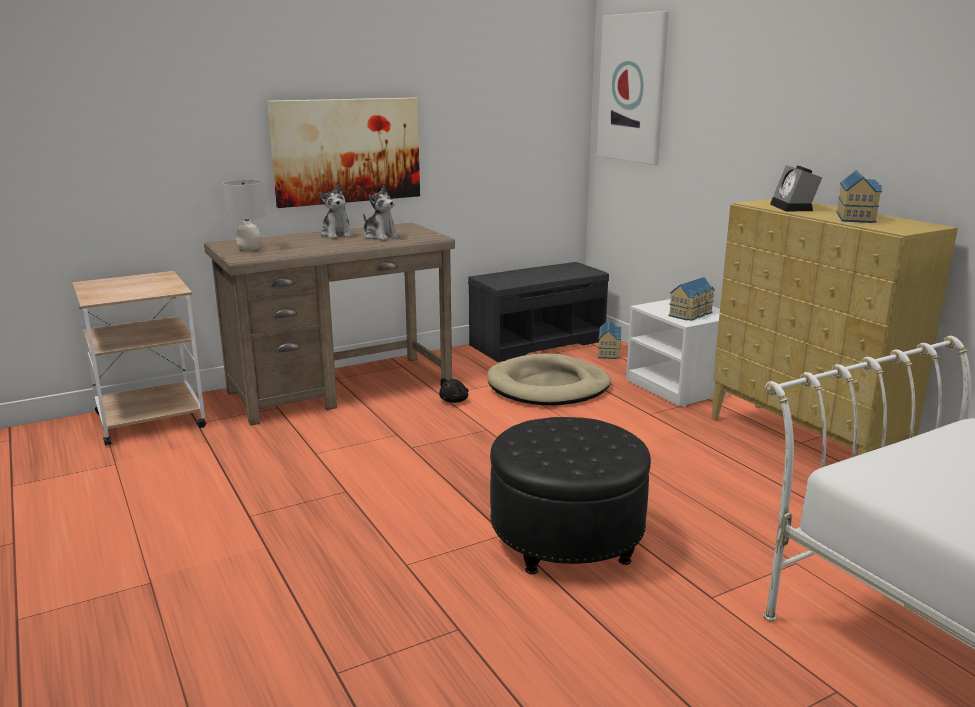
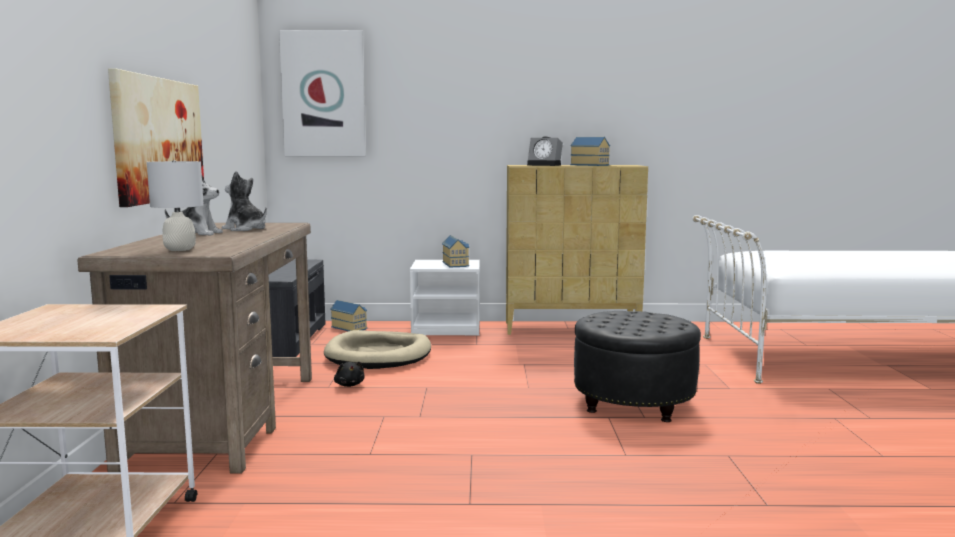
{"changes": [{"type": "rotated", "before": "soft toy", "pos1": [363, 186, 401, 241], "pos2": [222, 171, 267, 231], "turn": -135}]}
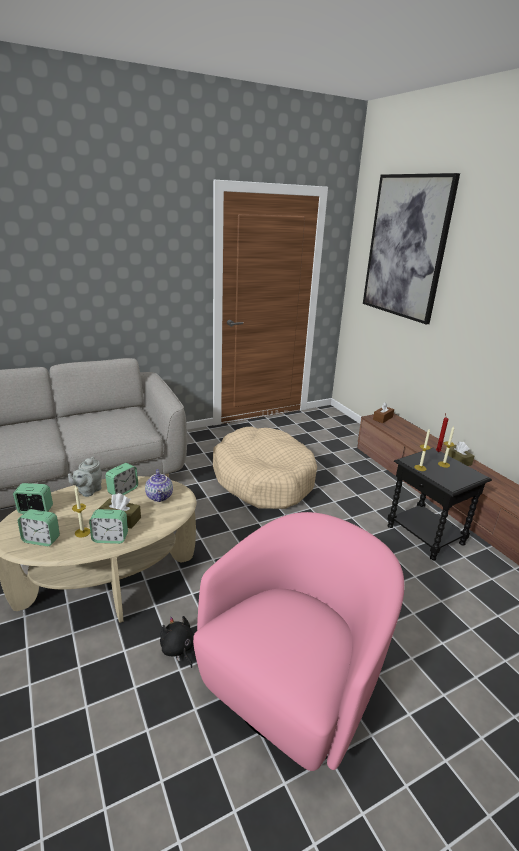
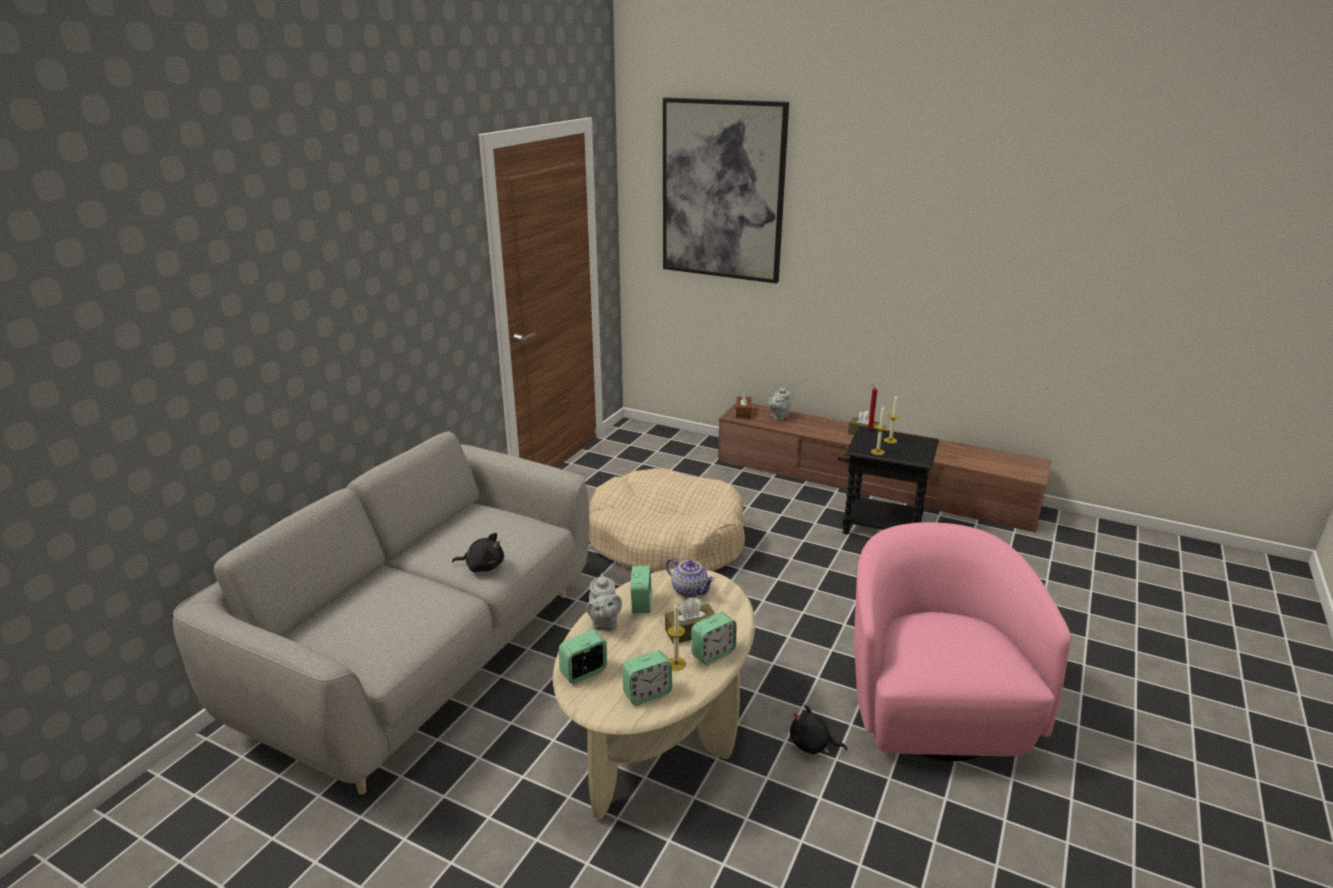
{"changes": [{"type": "new", "after": "tea pot (grey)", "pos2": [768, 387, 791, 421]}, {"type": "new", "after": "soft toy (black-coloured)", "pos2": [452, 533, 504, 572]}]}
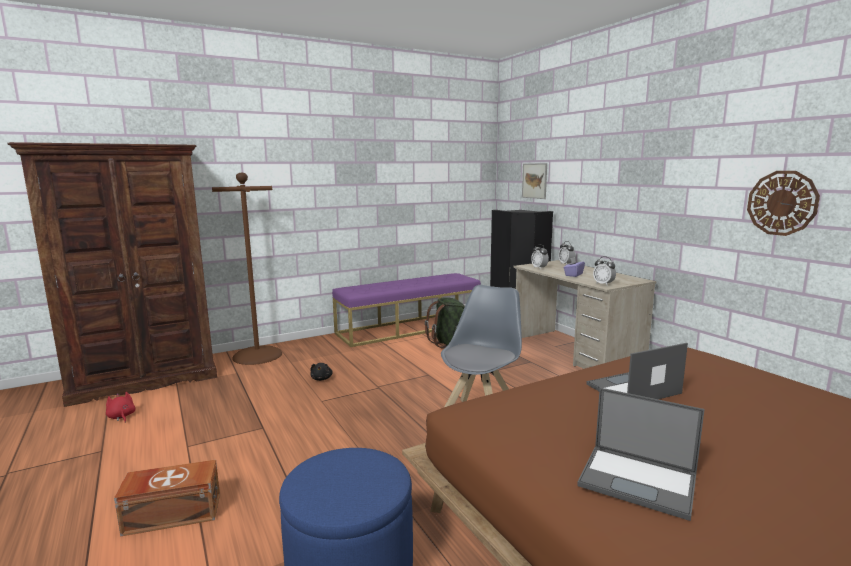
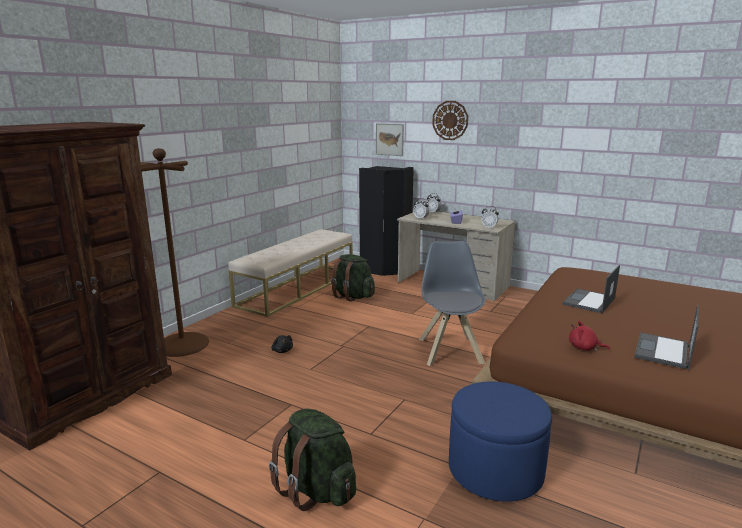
{"changes": [{"type": "shifted", "before": "wall clock", "pos1": [747, 171, 820, 236], "pos2": [432, 101, 468, 140]}, {"type": "repainted", "before": "bench (purple)", "after": "bench (sand-coloured)", "pos1": [332, 273, 481, 347], "pos2": [228, 229, 353, 317]}, {"type": "rotated", "before": "laptop", "pos1": [577, 388, 705, 521], "pos2": [634, 305, 699, 370], "turn": 120}, {"type": "shifted", "before": "soft toy (red-coloured)", "pos1": [106, 392, 136, 423], "pos2": [569, 321, 610, 351]}, {"type": "swapped", "before": "storage box (brownish)", "after": "knapsack (green)", "pos1": [114, 460, 220, 537], "pos2": [269, 409, 356, 511]}]}
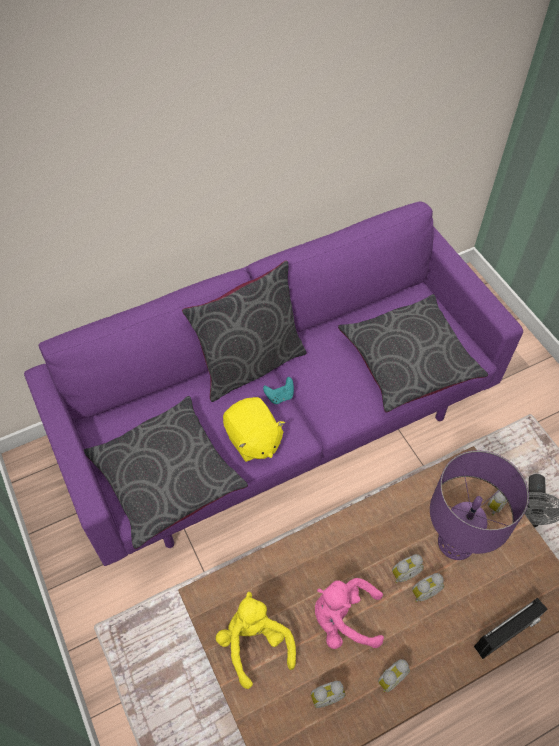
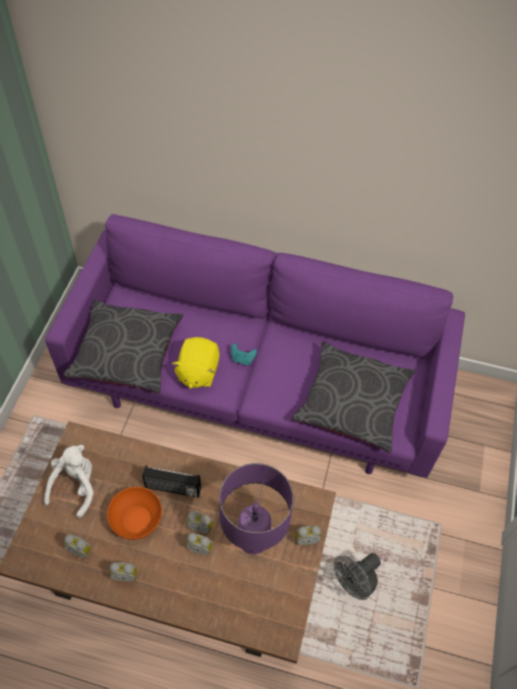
{"changes": [{"type": "gone", "before": "pillow (grey)", "pos1": [182, 260, 306, 402]}, {"type": "swapped", "before": "soft toy (pinkish)", "after": "deep dish (orange-coloured)", "pos1": [315, 578, 384, 649], "pos2": [107, 487, 162, 540]}, {"type": "repainted", "before": "soft toy (yellow)", "after": "soft toy (whitish)", "pos1": [216, 592, 296, 689], "pos2": [44, 445, 94, 518]}, {"type": "shifted", "before": "radio receiver", "pos1": [474, 598, 548, 659], "pos2": [142, 465, 201, 498]}]}
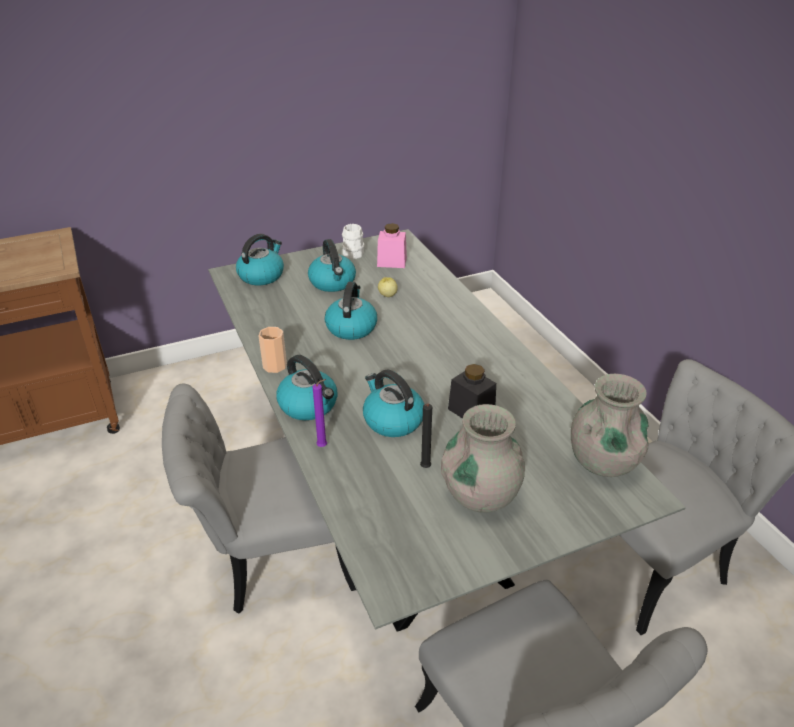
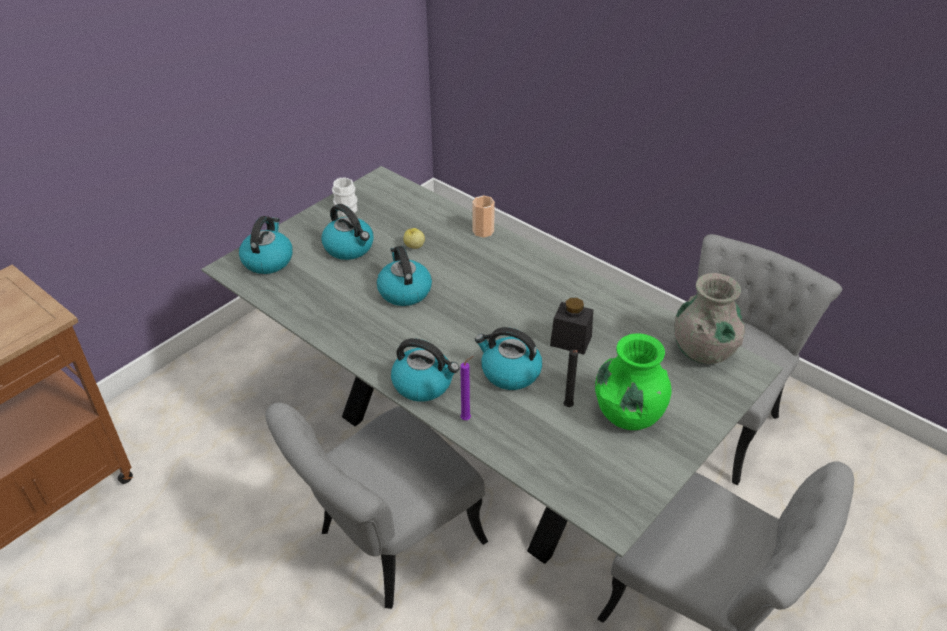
{"changes": [{"type": "gone", "before": "storage jar (pinkish)", "pos1": [377, 223, 407, 268]}, {"type": "shifted", "before": "small cup", "pos1": [258, 327, 287, 373], "pos2": [472, 196, 495, 238]}, {"type": "repainted", "before": "decorative vase (grey)", "after": "decorative vase (green)", "pos1": [441, 404, 525, 513], "pos2": [595, 333, 671, 430]}]}
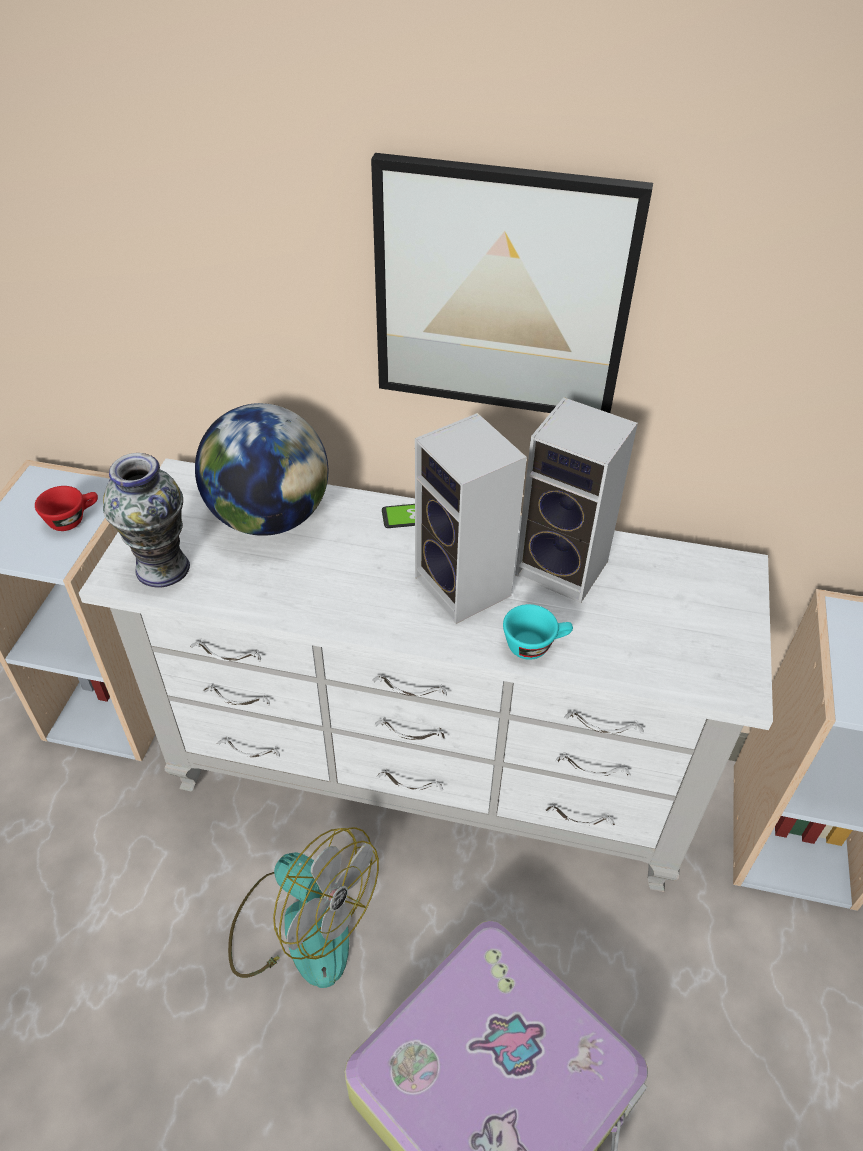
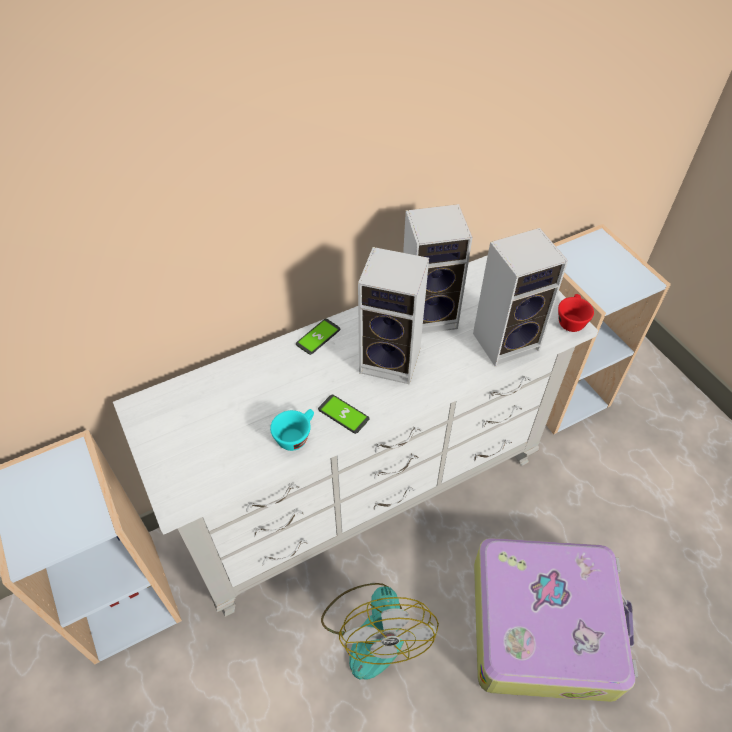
{"changes": [{"type": "gone", "before": "picture", "pos1": [371, 153, 653, 413]}, {"type": "gone", "before": "desk globe", "pos1": [195, 403, 328, 536]}, {"type": "gone", "before": "decorative vase", "pos1": [103, 453, 190, 588]}, {"type": "shifted", "before": "small cup (red-coloured)", "pos1": [35, 486, 98, 531], "pos2": [558, 294, 594, 332]}, {"type": "shifted", "before": "small cup (blue-green)", "pos1": [503, 604, 573, 660], "pos2": [270, 409, 314, 451]}, {"type": "rotated", "before": "electric fan", "pos1": [228, 827, 379, 988], "pos2": [321, 583, 439, 680], "turn": 90}, {"type": "new", "after": "speaker", "pos2": [473, 228, 568, 367]}, {"type": "new", "after": "phone", "pos2": [318, 395, 369, 434]}]}
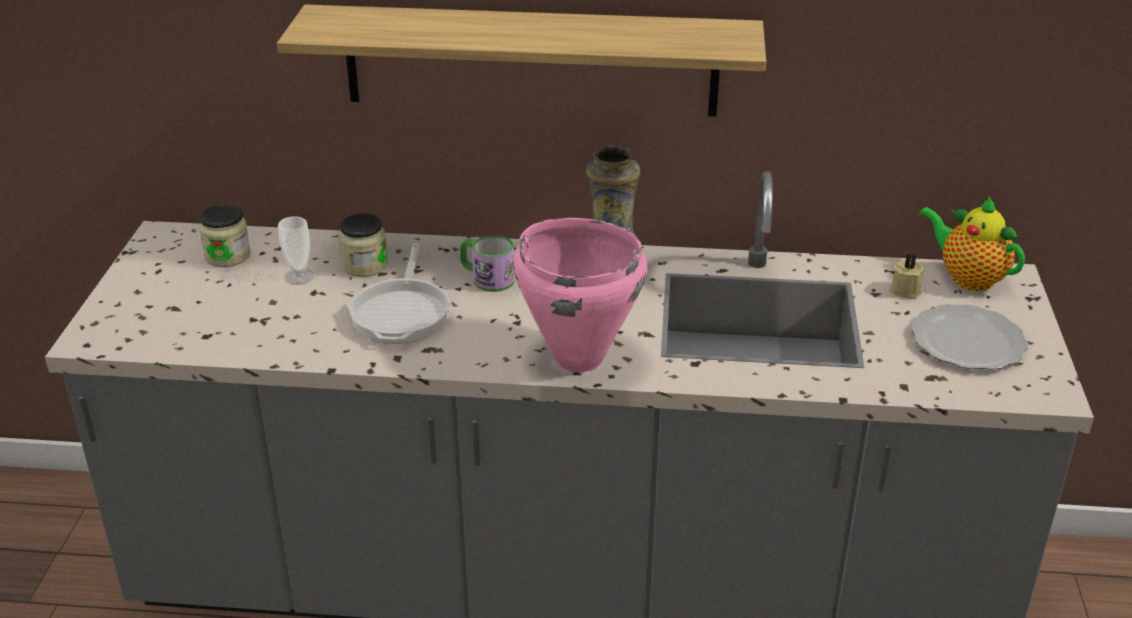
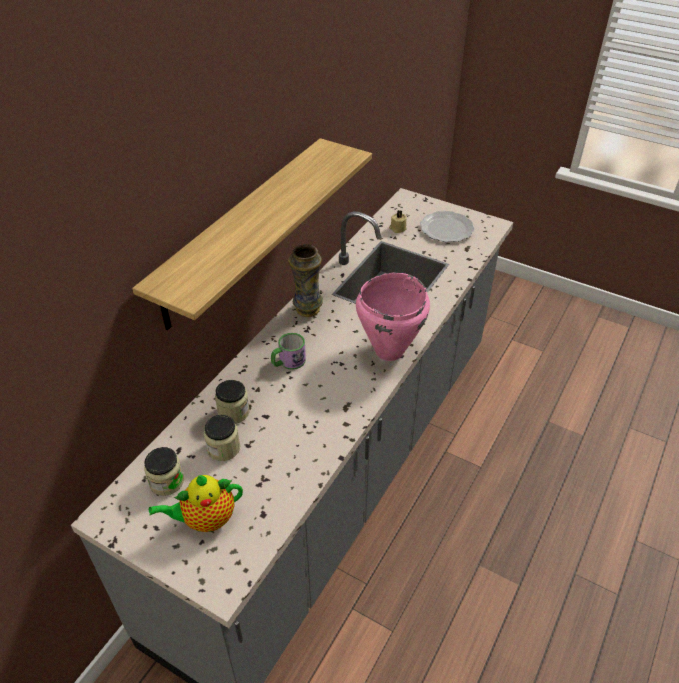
{"changes": [{"type": "shifted", "before": "tea pot", "pos1": [919, 196, 1025, 291], "pos2": [149, 475, 243, 532]}, {"type": "swapped", "before": "small cup", "after": "storage jar", "pos1": [278, 216, 315, 285], "pos2": [204, 415, 240, 461]}, {"type": "gone", "before": "pan", "pos1": [347, 244, 453, 344]}]}
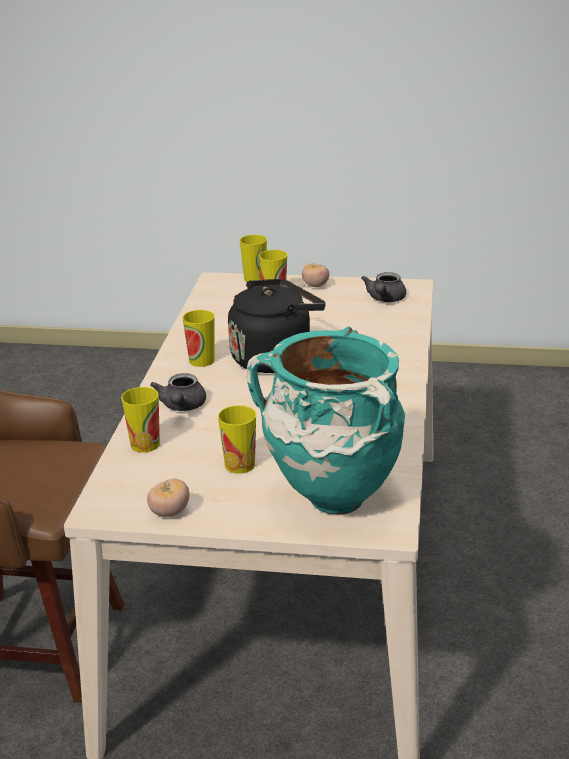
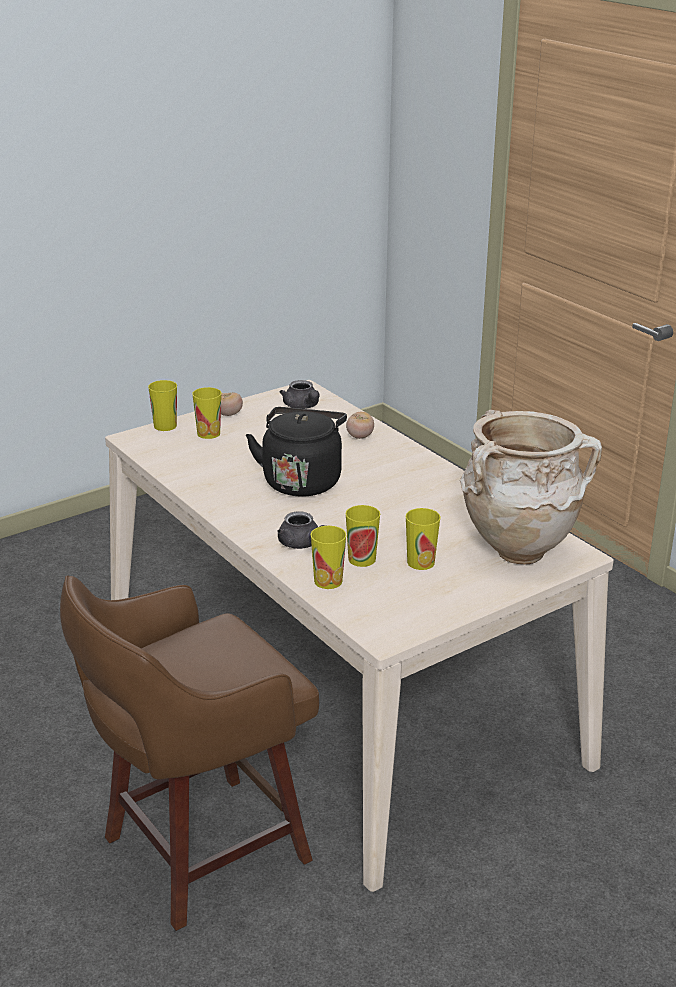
{"changes": [{"type": "shifted", "before": "small cup", "pos1": [182, 310, 215, 367], "pos2": [345, 505, 380, 567]}, {"type": "repainted", "before": "decorative vase (blue-green)", "after": "decorative vase (sand-coloured)", "pos1": [246, 327, 405, 514], "pos2": [460, 409, 602, 564]}, {"type": "shifted", "before": "tomato", "pos1": [147, 479, 189, 517], "pos2": [346, 412, 374, 439]}]}
